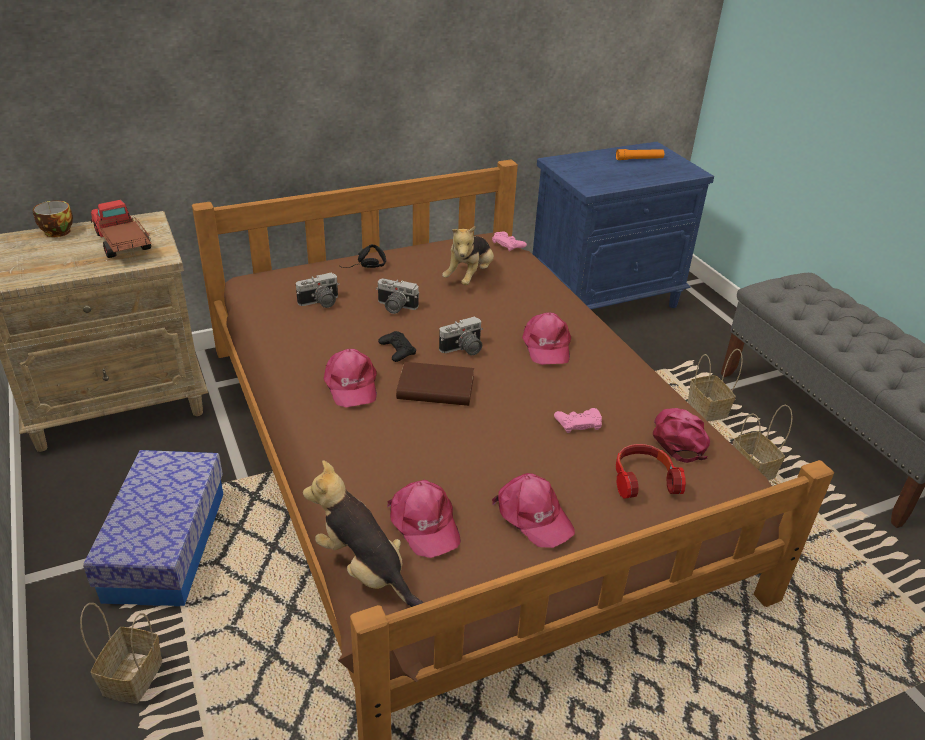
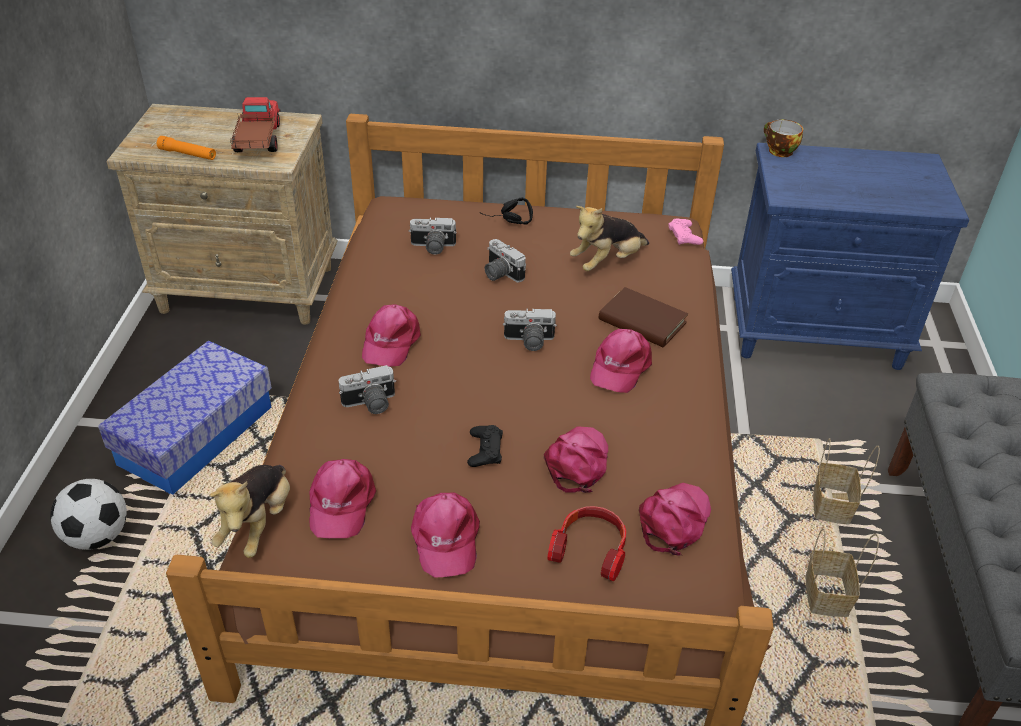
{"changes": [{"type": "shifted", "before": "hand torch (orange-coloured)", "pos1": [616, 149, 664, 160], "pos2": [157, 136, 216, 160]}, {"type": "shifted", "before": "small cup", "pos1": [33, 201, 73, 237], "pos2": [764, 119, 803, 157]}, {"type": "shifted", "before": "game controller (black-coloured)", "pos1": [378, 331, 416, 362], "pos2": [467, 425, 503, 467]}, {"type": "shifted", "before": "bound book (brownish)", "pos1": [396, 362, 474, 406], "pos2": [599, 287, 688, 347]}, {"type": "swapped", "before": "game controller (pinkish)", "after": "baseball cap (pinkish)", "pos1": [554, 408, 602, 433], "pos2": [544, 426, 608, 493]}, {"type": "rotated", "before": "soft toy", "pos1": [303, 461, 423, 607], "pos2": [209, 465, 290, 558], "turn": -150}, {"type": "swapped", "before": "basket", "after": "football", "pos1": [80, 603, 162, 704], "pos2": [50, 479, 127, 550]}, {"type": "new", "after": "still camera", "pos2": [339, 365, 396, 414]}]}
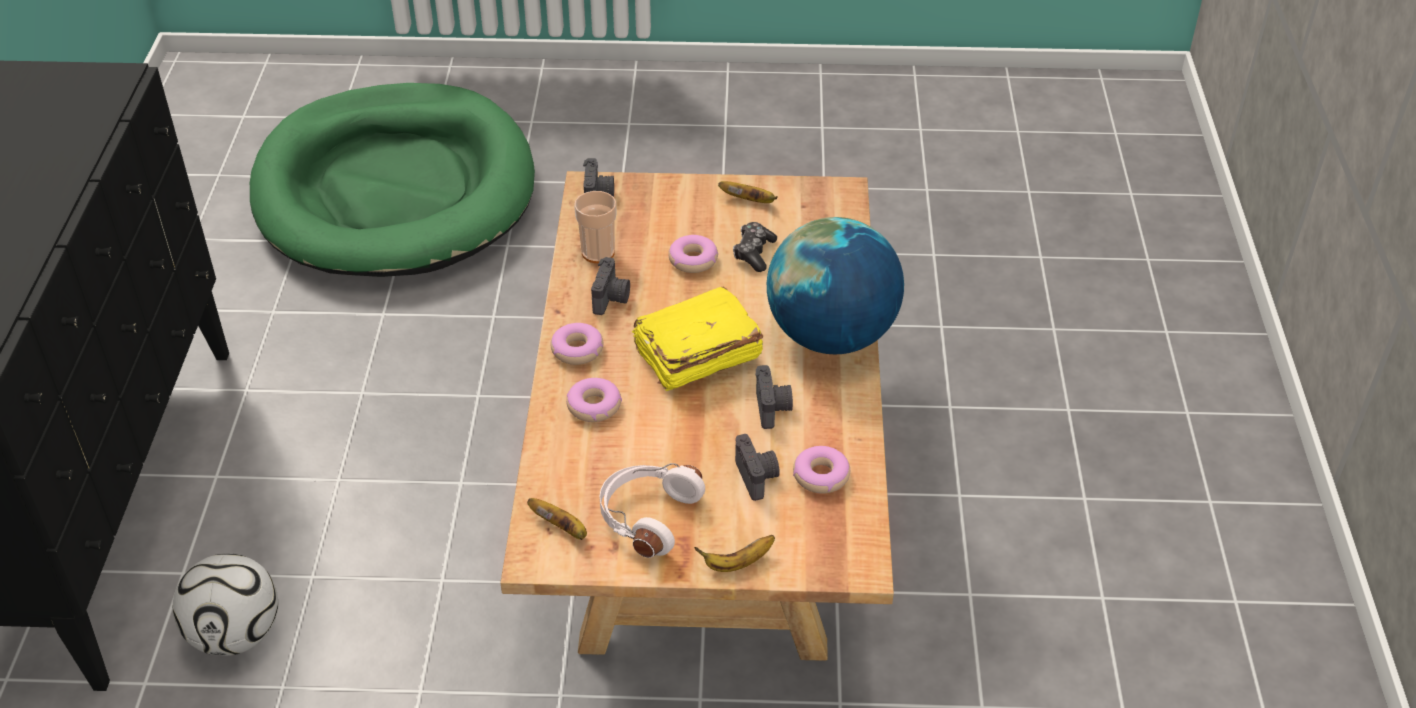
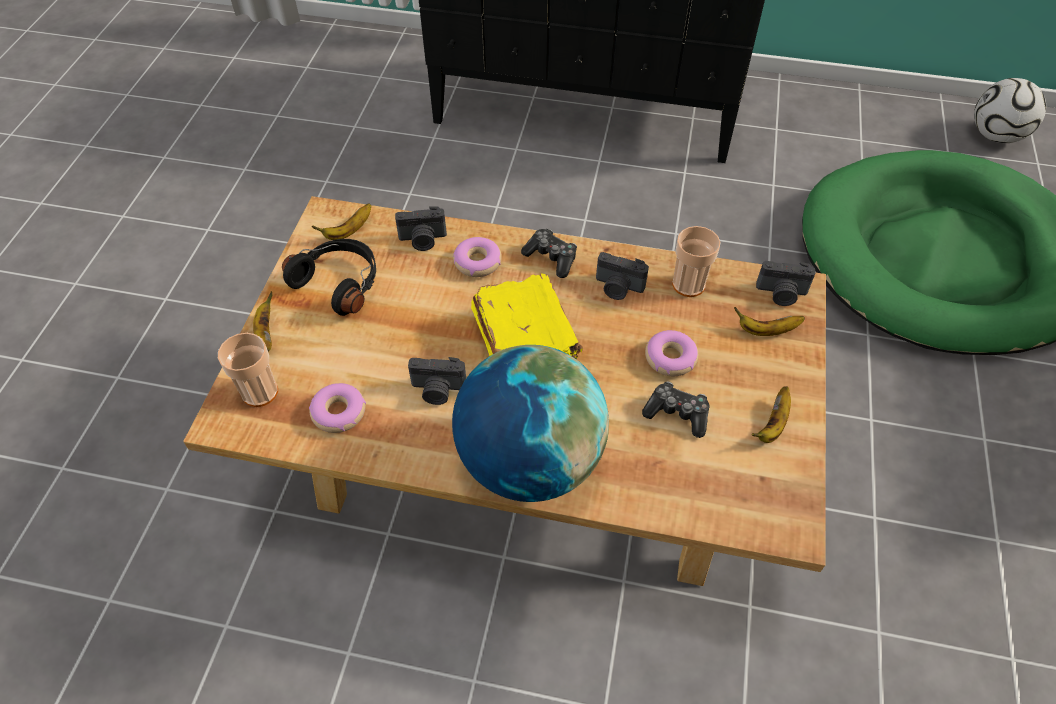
{"changes": [{"type": "swapped", "before": "donut", "after": "game controller", "pos1": [550, 323, 603, 365], "pos2": [521, 229, 577, 278]}, {"type": "shifted", "before": "still camera", "pos1": [735, 434, 780, 501], "pos2": [395, 206, 447, 251]}, {"type": "repainted", "before": "pair of headphones (whitish)", "after": "pair of headphones (black-coloured)", "pos1": [599, 463, 705, 558], "pos2": [282, 239, 376, 316]}, {"type": "shifted", "before": "football", "pos1": [173, 554, 278, 656], "pos2": [974, 78, 1046, 143]}, {"type": "new", "after": "banana fruit", "pos2": [734, 307, 805, 336]}, {"type": "new", "after": "small cup", "pos2": [218, 333, 278, 407]}]}
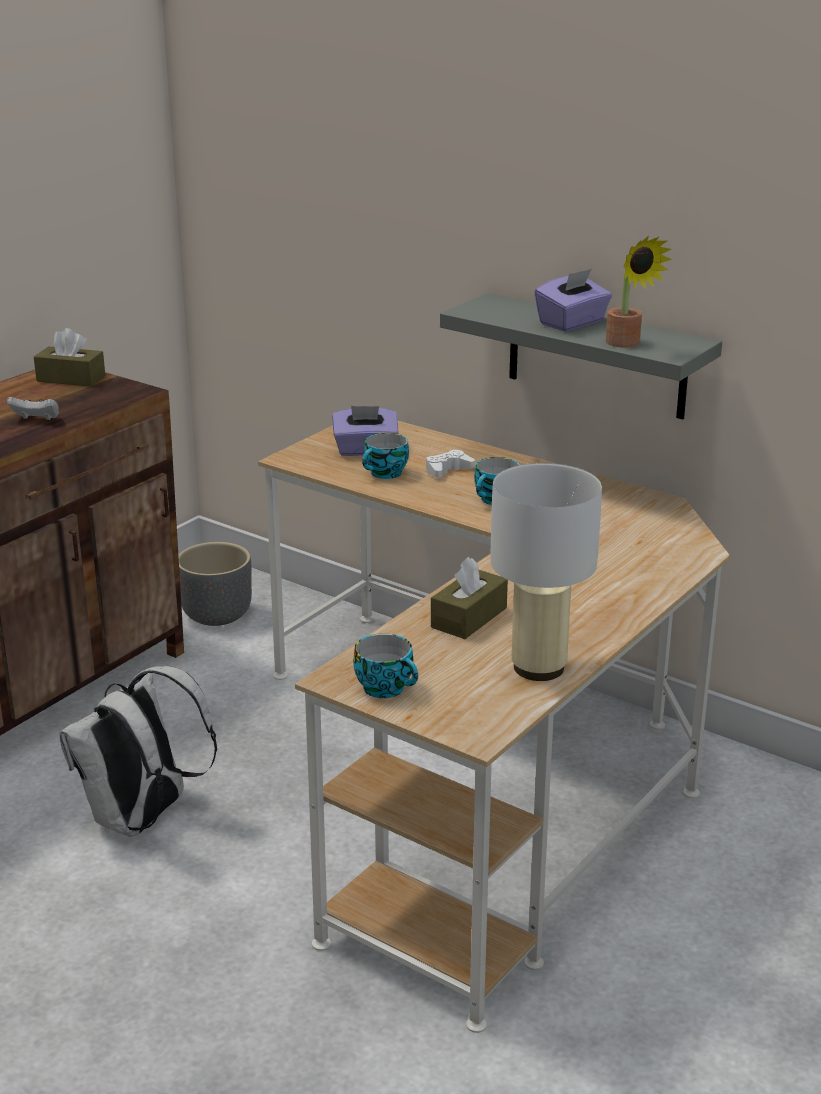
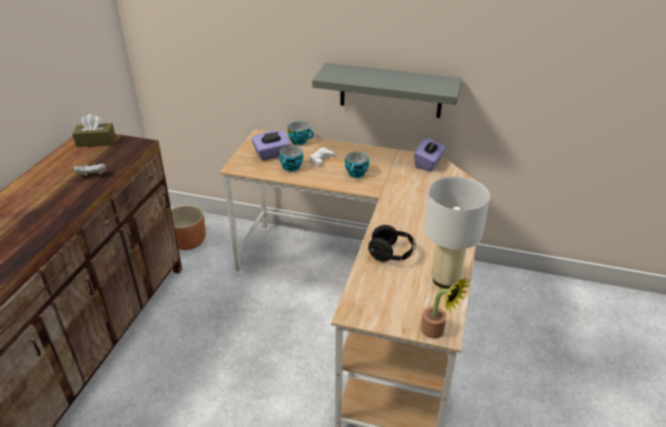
{"changes": [{"type": "shifted", "before": "plant in a pot", "pos1": [606, 236, 673, 348], "pos2": [421, 278, 469, 338]}, {"type": "shifted", "before": "tissue holder (purple)", "pos1": [534, 269, 612, 332], "pos2": [414, 138, 446, 172]}, {"type": "repainted", "before": "flower pot (grey)", "after": "flower pot (brownish)", "pos1": [178, 542, 252, 626], "pos2": [171, 205, 206, 250]}, {"type": "swapped", "before": "tissue holder (brownish)", "after": "pair of headphones (black-coloured)", "pos1": [431, 556, 508, 639], "pos2": [368, 225, 416, 262]}, {"type": "shifted", "before": "small cup", "pos1": [353, 634, 418, 698], "pos2": [287, 121, 314, 145]}, {"type": "gone", "before": "knapsack (whitish)", "pos1": [59, 666, 217, 837]}]}
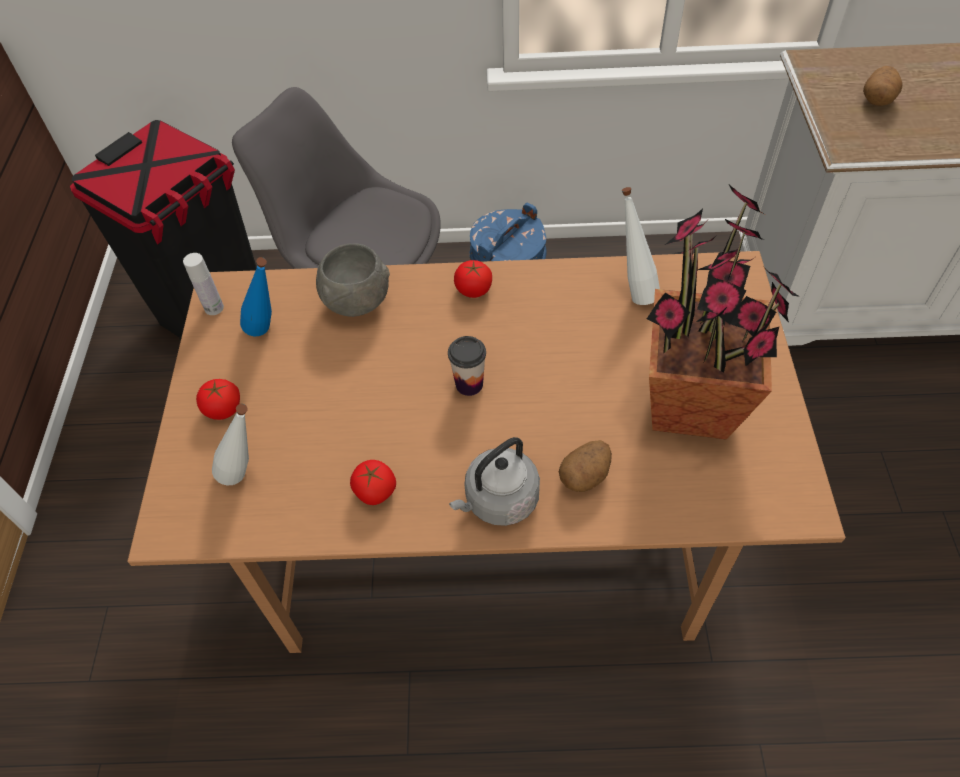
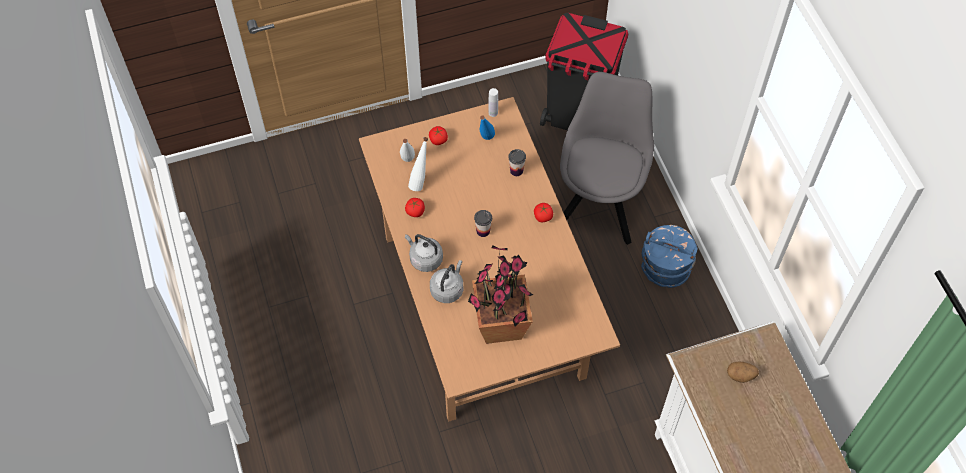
{"changes": [{"type": "shifted", "before": "drink bottle (whitish)", "pos1": [622, 187, 660, 305], "pos2": [408, 137, 428, 191]}, {"type": "swapped", "before": "deep dish (grey)", "after": "small cup", "pos1": [316, 243, 390, 317], "pos2": [508, 149, 526, 176]}, {"type": "swapped", "before": "potato", "after": "kettle (grey)", "pos1": [559, 440, 612, 492], "pos2": [430, 260, 463, 303]}]}
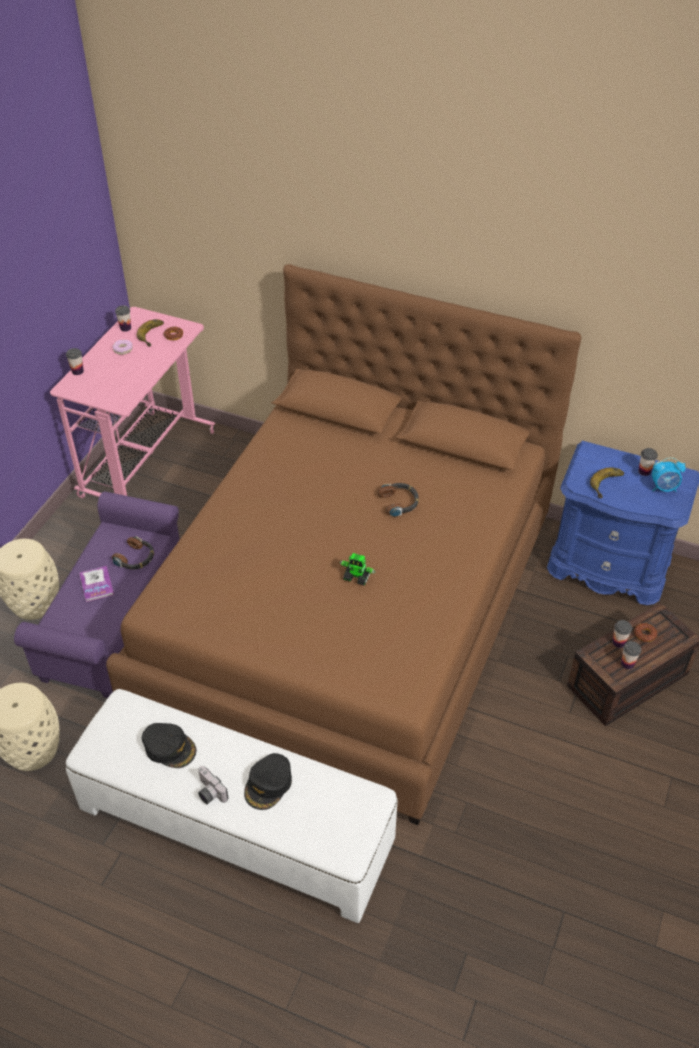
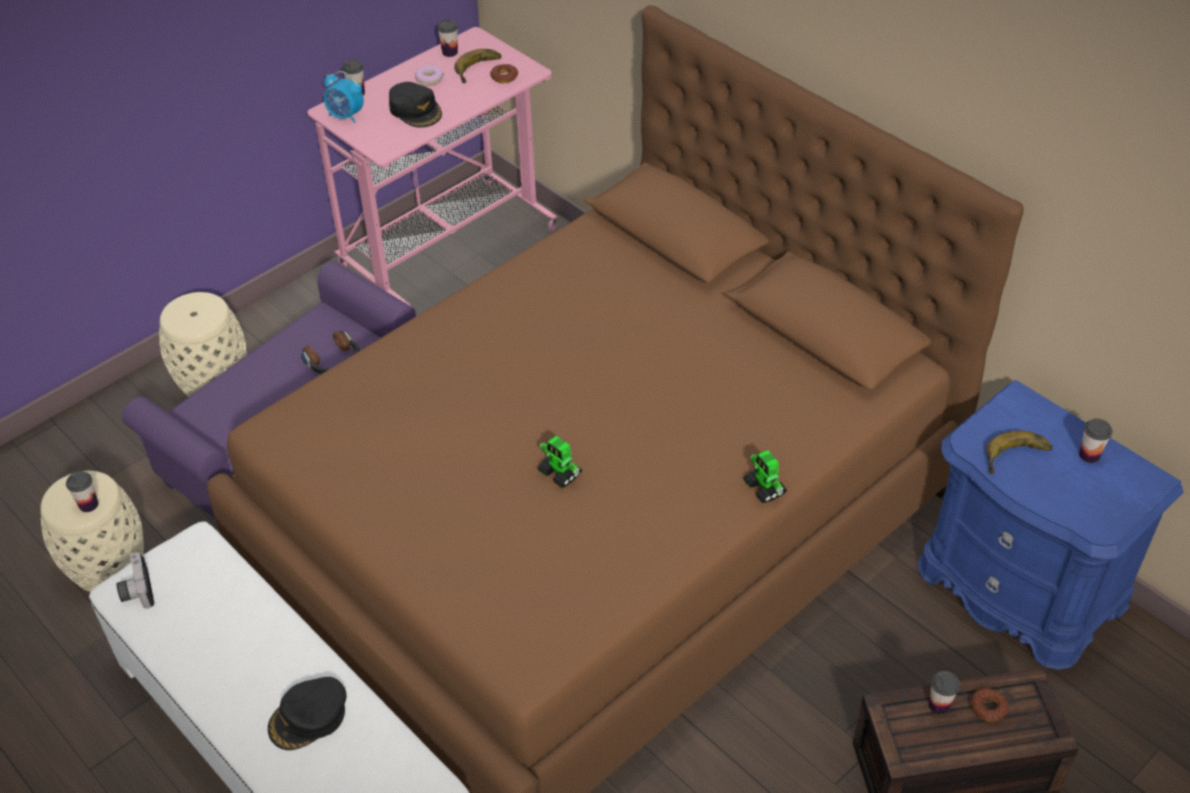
{"changes": [{"type": "shifted", "before": "alarm clock", "pos1": [652, 457, 686, 492], "pos2": [324, 71, 364, 123]}, {"type": "gone", "before": "pair of headphones", "pos1": [378, 483, 419, 517]}, {"type": "gone", "before": "bound book", "pos1": [79, 566, 114, 602]}, {"type": "shifted", "before": "small cup", "pos1": [621, 641, 641, 669], "pos2": [66, 471, 98, 512]}, {"type": "shifted", "before": "baseball cap (black-coloured)", "pos1": [142, 723, 196, 768], "pos2": [389, 82, 442, 128]}, {"type": "shifted", "before": "still camera", "pos1": [198, 766, 228, 804], "pos2": [116, 553, 154, 609]}, {"type": "new", "after": "robot figure", "pos2": [743, 450, 787, 503]}]}
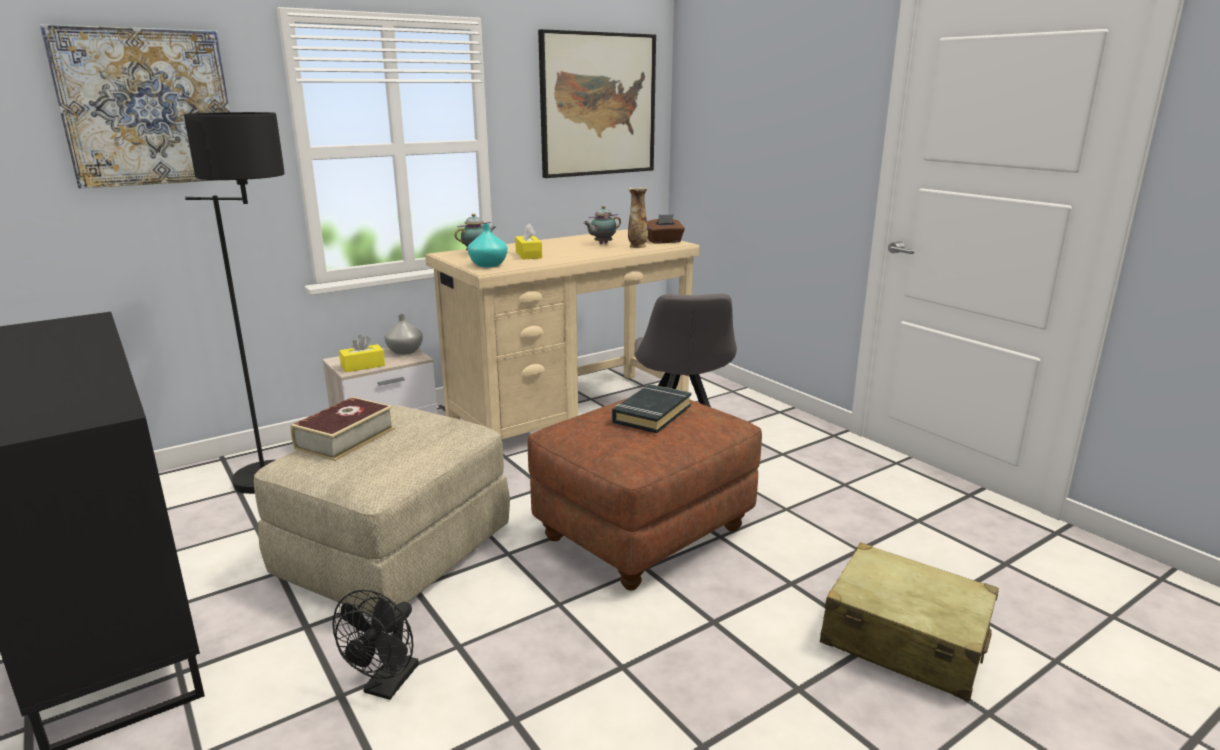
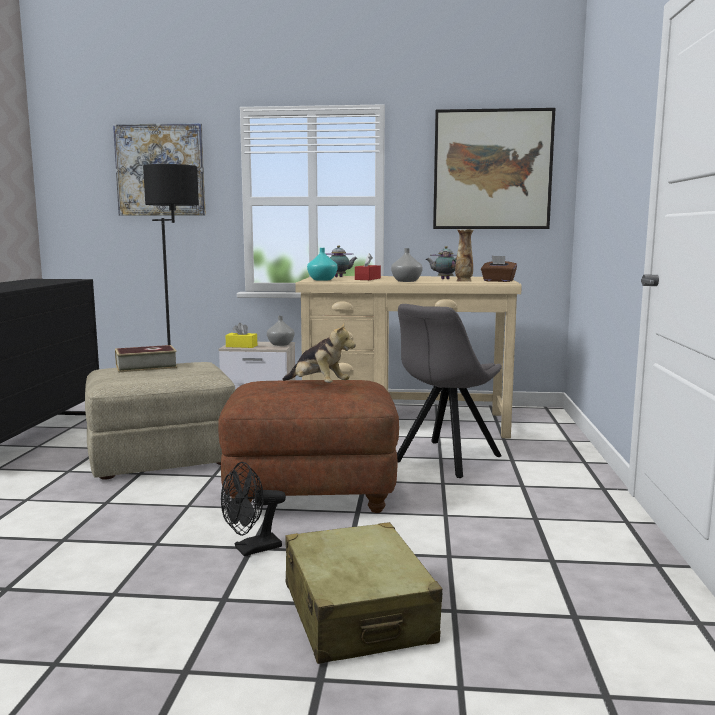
{"changes": [{"type": "repainted", "before": "tissue holder (yellow)", "after": "tissue holder (red-coloured)", "pos1": [515, 223, 542, 259], "pos2": [355, 253, 381, 280]}, {"type": "swapped", "before": "bound book (black-coloured)", "after": "soft toy", "pos1": [612, 384, 692, 433], "pos2": [282, 323, 356, 383]}, {"type": "shifted", "before": "electric fan (black-coloured)", "pos1": [333, 590, 419, 700], "pos2": [221, 462, 286, 556]}, {"type": "new", "after": "decorative vase (grey)", "pos2": [391, 248, 423, 282]}]}
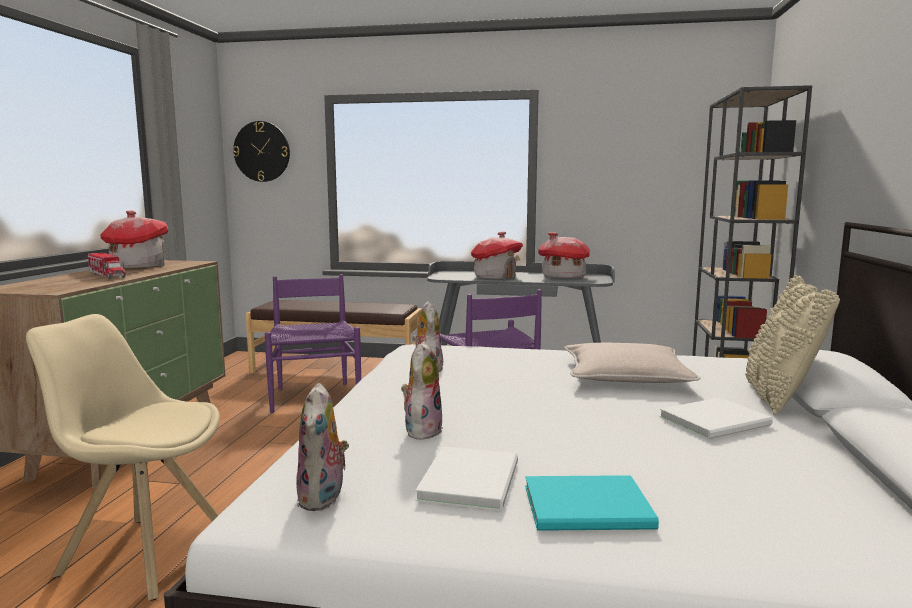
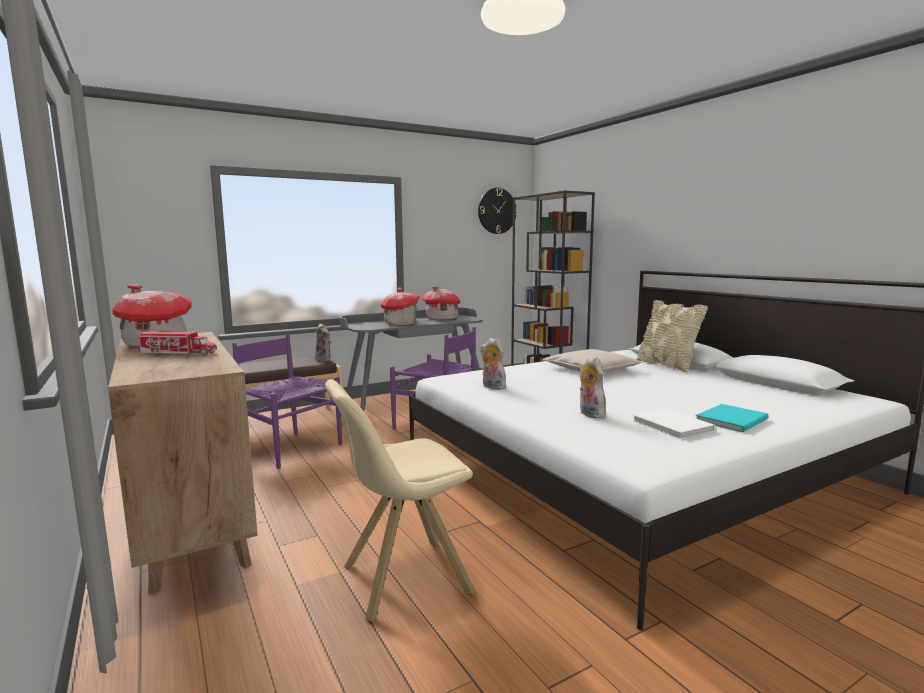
{"changes": [{"type": "shifted", "before": "wall clock", "pos1": [233, 121, 290, 182], "pos2": [478, 188, 517, 234]}, {"type": "shifted", "before": "soft toy", "pos1": [296, 383, 349, 511], "pos2": [315, 323, 331, 362]}, {"type": "gone", "before": "bound book (whitish)", "pos1": [660, 398, 773, 439]}]}
